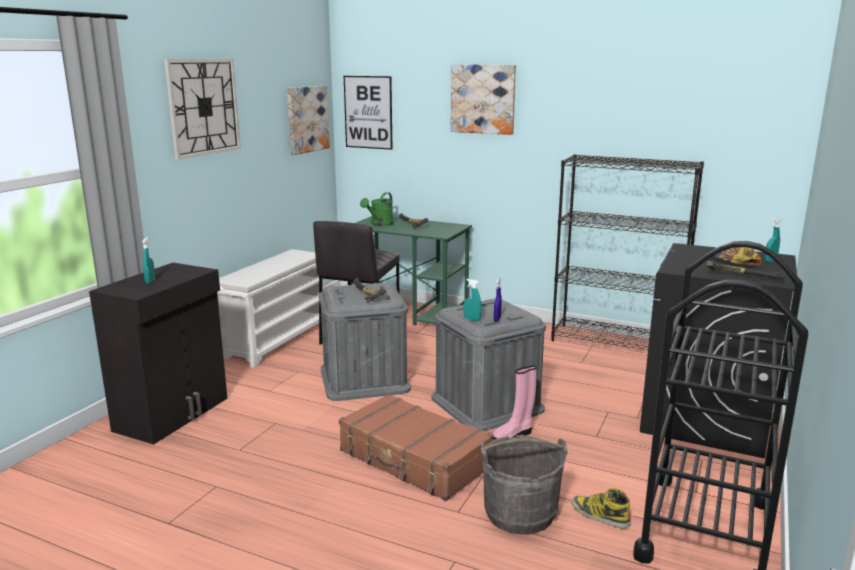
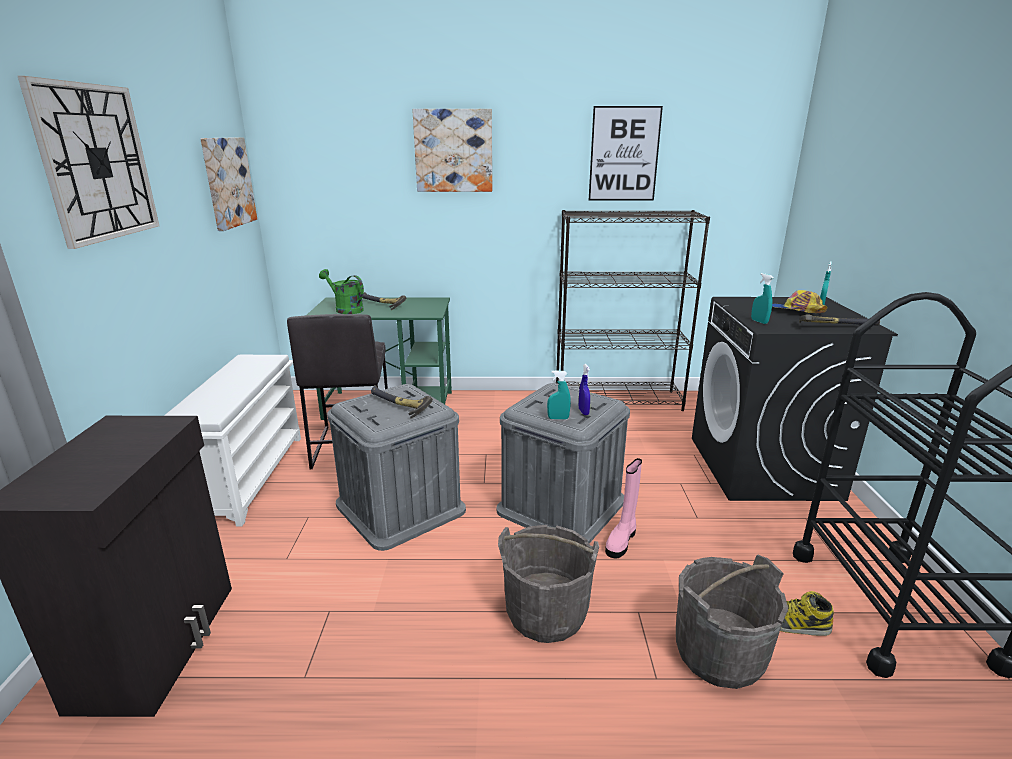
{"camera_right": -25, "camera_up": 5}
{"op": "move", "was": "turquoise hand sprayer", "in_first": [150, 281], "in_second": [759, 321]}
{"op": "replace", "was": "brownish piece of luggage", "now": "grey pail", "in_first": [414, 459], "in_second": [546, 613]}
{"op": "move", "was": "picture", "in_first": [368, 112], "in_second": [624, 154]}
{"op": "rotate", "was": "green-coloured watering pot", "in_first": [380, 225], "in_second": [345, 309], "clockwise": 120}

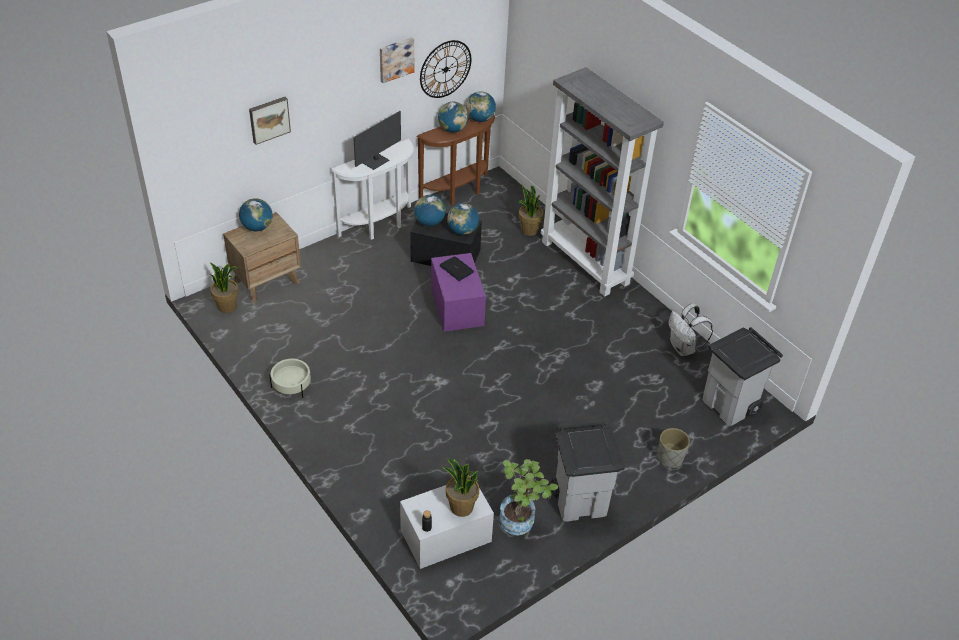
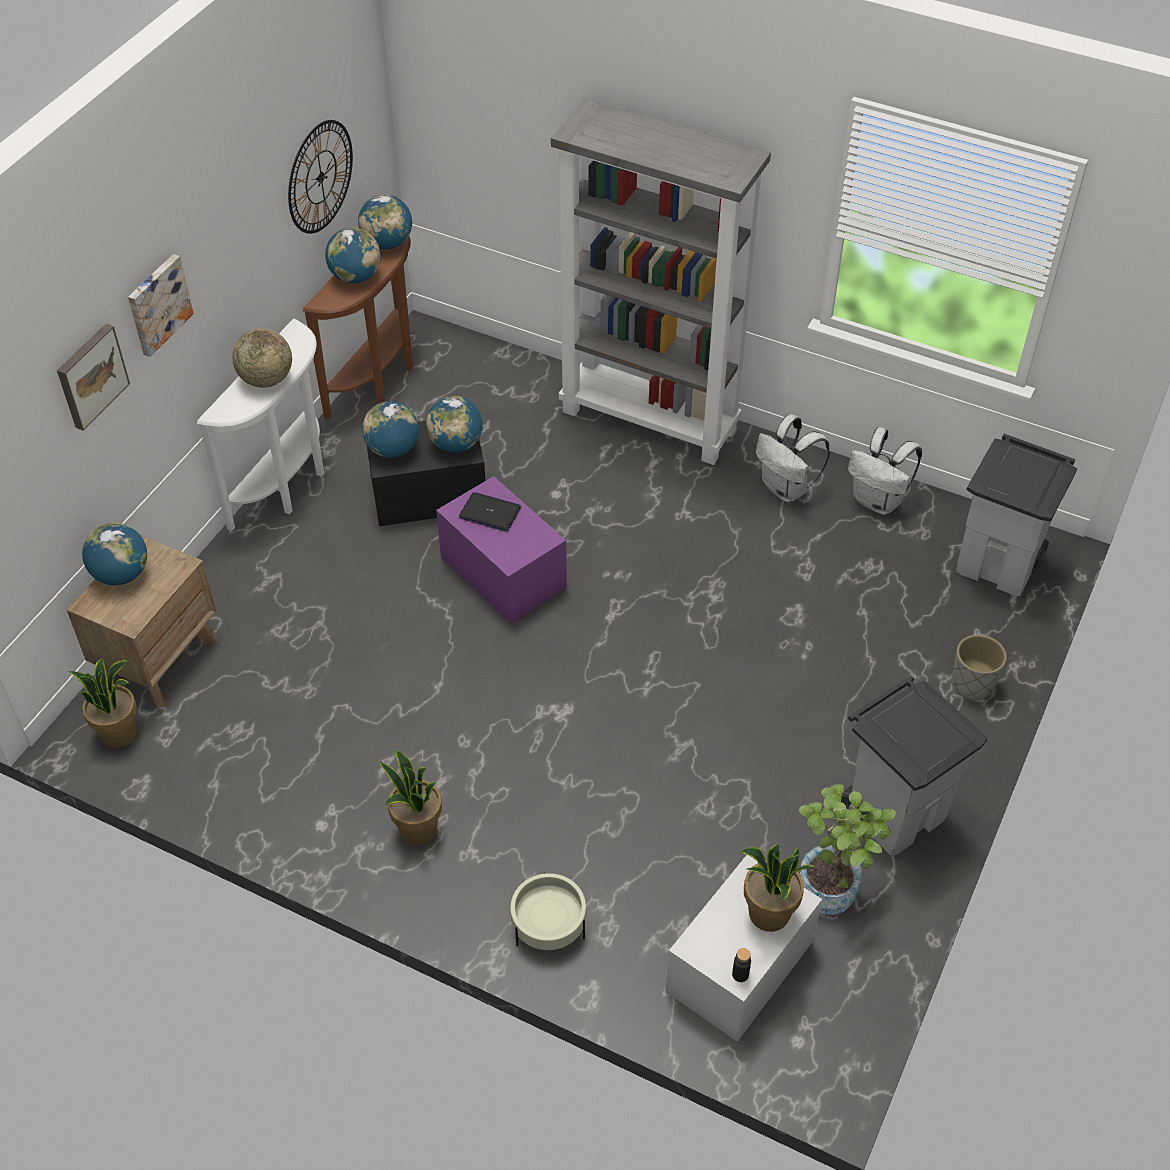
{"camera_right": -25, "camera_up": 5}
{"op": "move", "was": "sand-coloured planter", "in_first": [291, 385], "in_second": [548, 925]}
{"op": "replace", "was": "computer display", "now": "desk globe", "in_first": [376, 161], "in_second": [266, 379]}
{"op": "move", "was": "picture", "in_first": [396, 59], "in_second": [157, 304]}
{"op": "move", "was": "plant in a pot", "in_first": [529, 230], "in_second": [417, 829]}
{"op": "insert", "now": "whitish backpack", "in_second": [786, 489]}

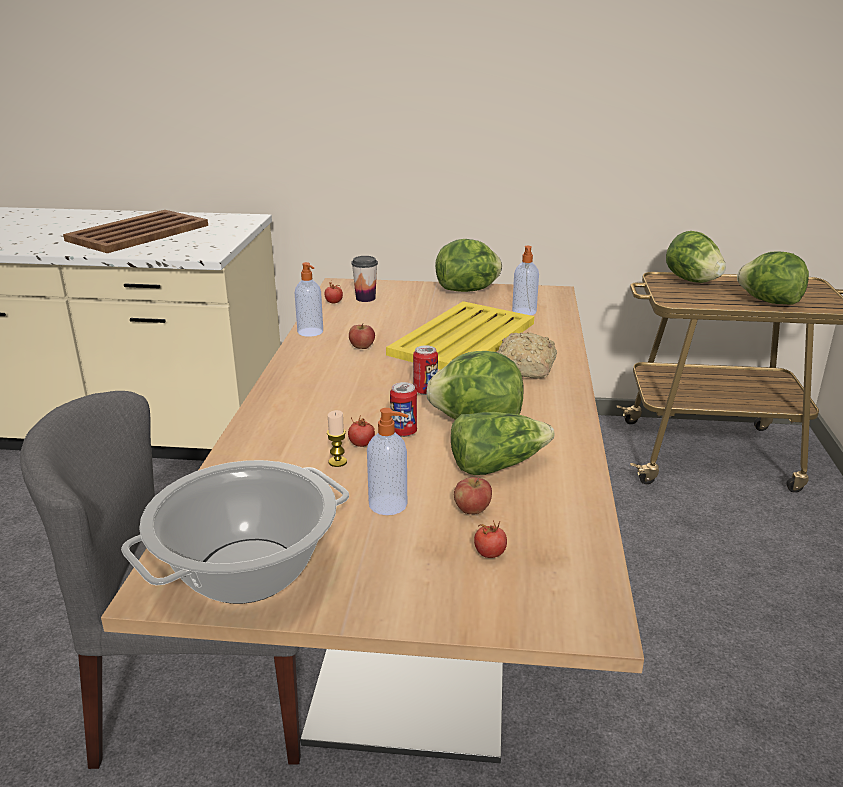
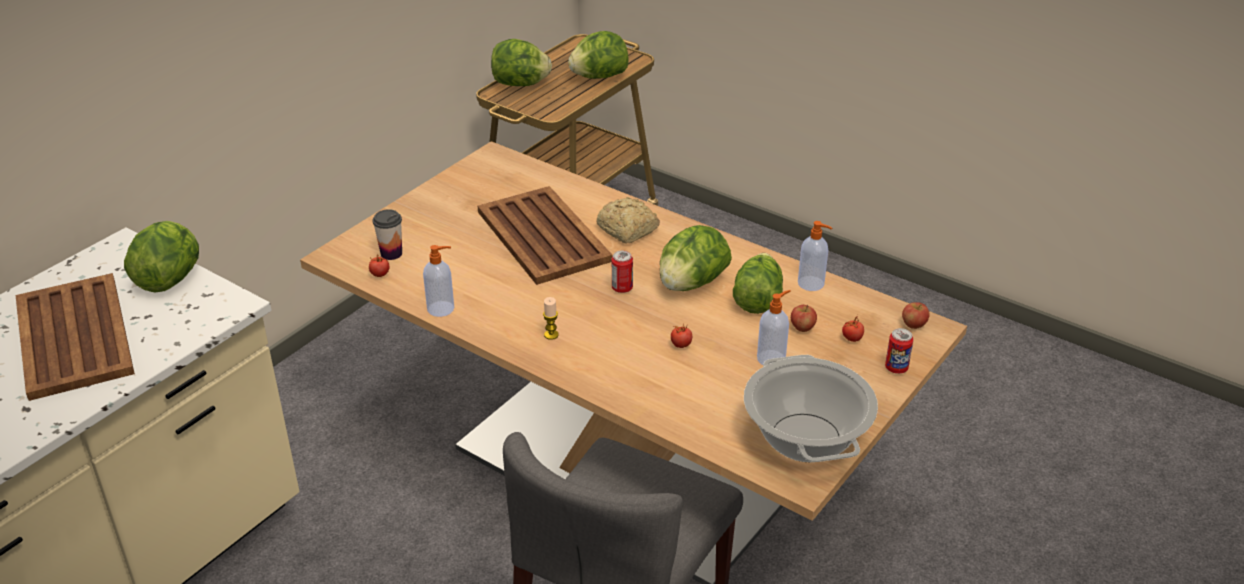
{"camera_right": -60, "camera_up": 10}
{"op": "move", "was": "wax candle", "in_first": [337, 462], "in_second": [551, 335]}
{"op": "move", "was": "whole apple", "in_first": [362, 347], "in_second": [913, 325]}
{"op": "recolor", "was": "yellowish tray", "now": "brownish tray", "in_first": [464, 338], "in_second": [543, 235]}
{"op": "move", "was": "sealed can", "in_first": [403, 432], "in_second": [896, 368]}
{"op": "move", "was": "lettuce head", "in_first": [468, 290], "in_second": [170, 279]}
{"op": "move", "was": "soap bottle", "in_first": [524, 312], "in_second": [811, 284]}

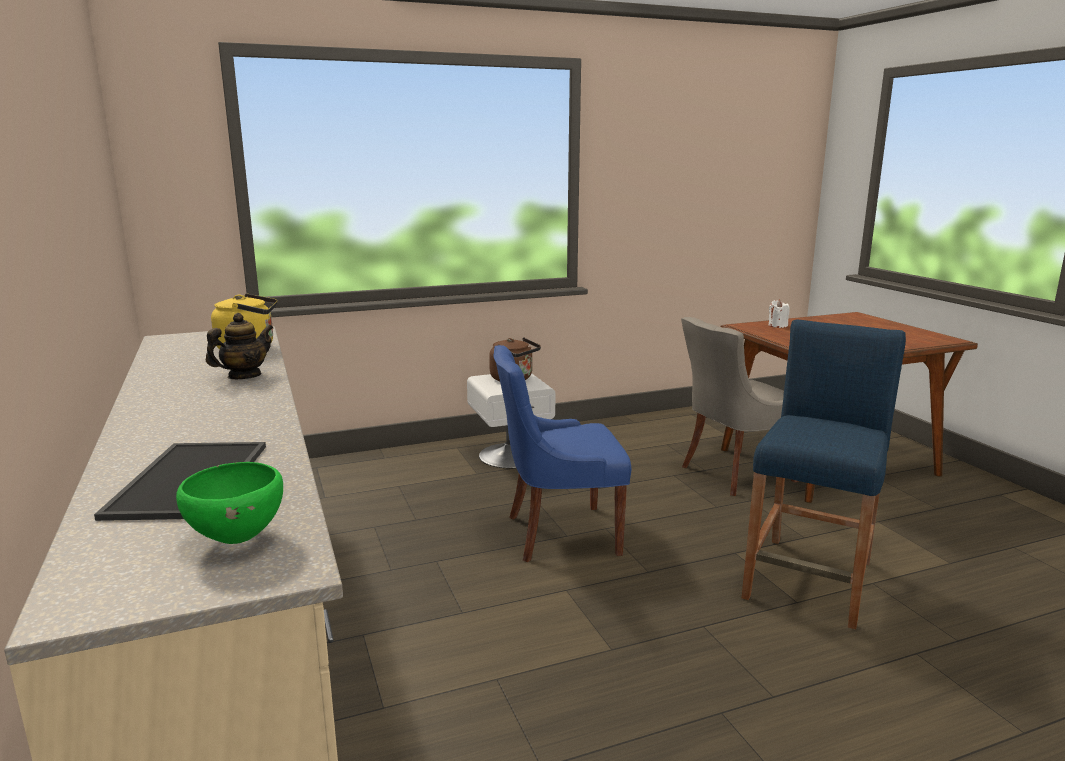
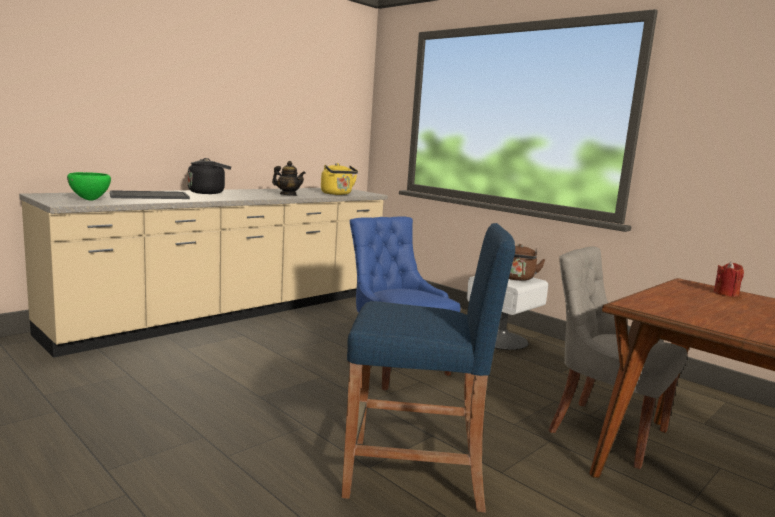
{"camera_right": 65, "camera_up": -5}
{"op": "recolor", "was": "whitish wax candle", "now": "red-coloured wax candle", "in_first": [777, 325], "in_second": [725, 294]}
{"op": "insert", "now": "black-coloured tea kettle", "in_second": [208, 192]}

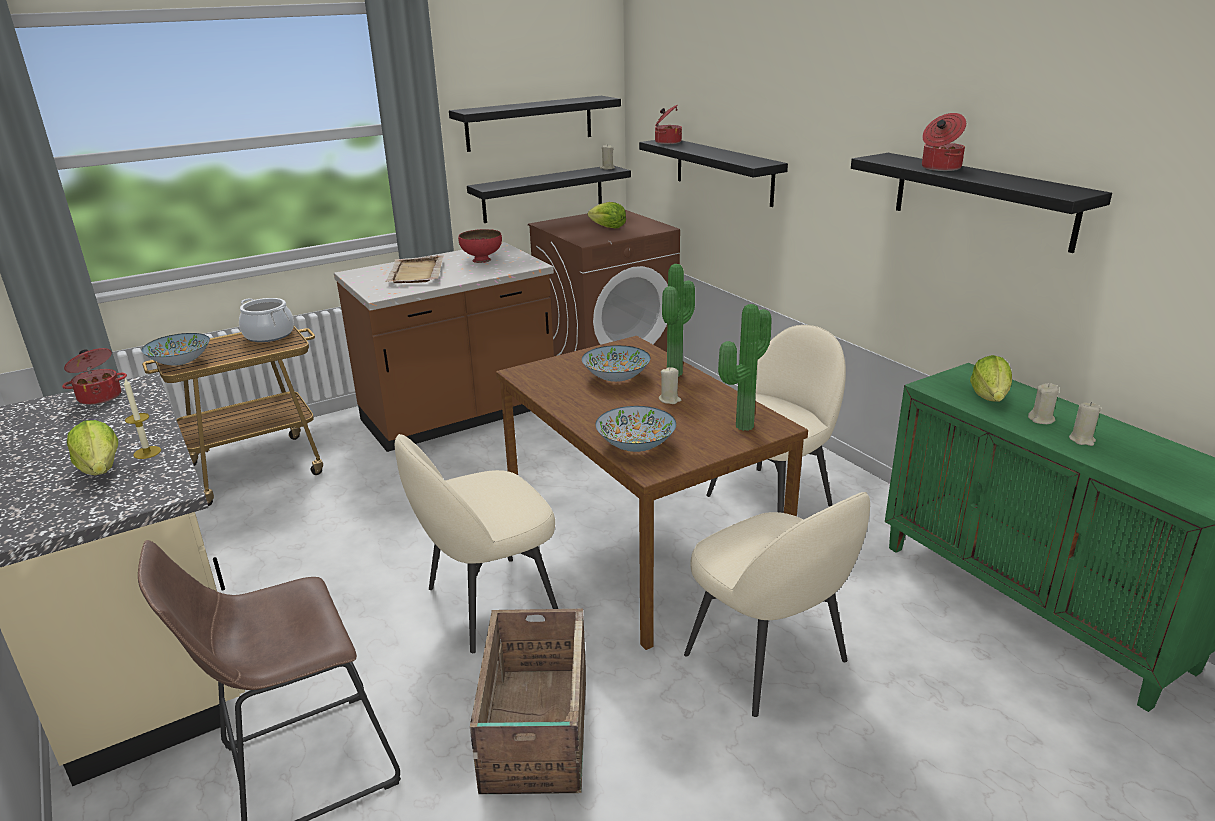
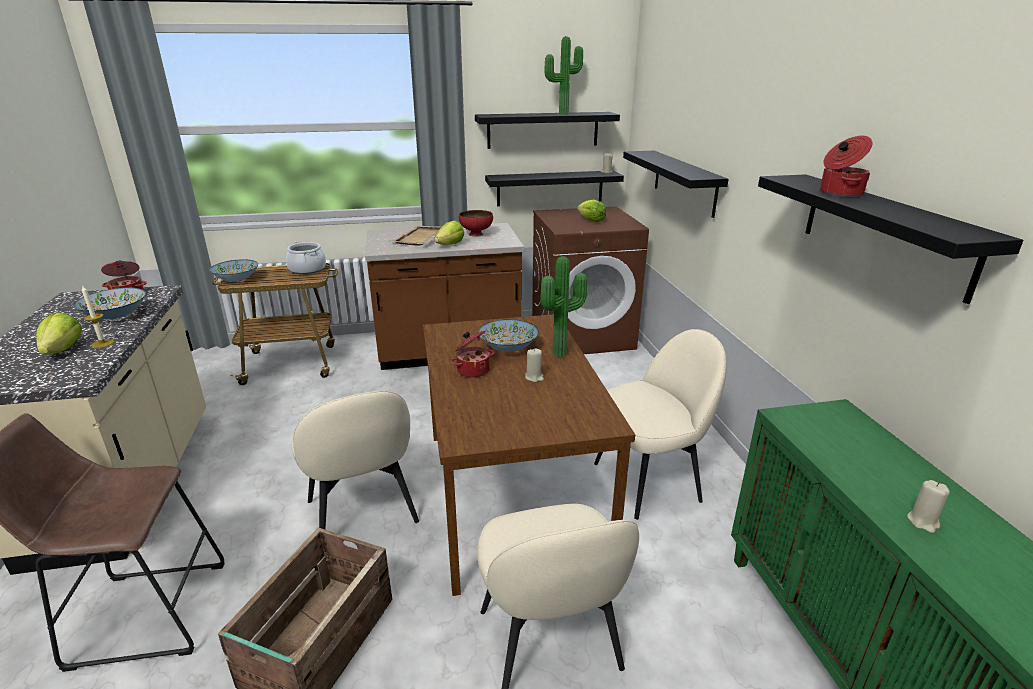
{"camera_right": 20, "camera_up": 0}
{"op": "rotate", "was": "sand-coloured chair", "in_first": [488, 604], "in_second": [363, 514], "clockwise": -105}
{"op": "move", "was": "deep dish", "in_first": [636, 445], "in_second": [116, 316]}
{"op": "move", "was": "saucepot", "in_first": [667, 142], "in_second": [472, 370]}
{"op": "move", "was": "plant in a pot", "in_first": [741, 425], "in_second": [562, 114]}
{"op": "move", "was": "lettuce head", "in_first": [990, 397], "in_second": [450, 245]}
{"op": "delete", "was": "sand-coloured wax candle", "in_first": [1041, 419]}

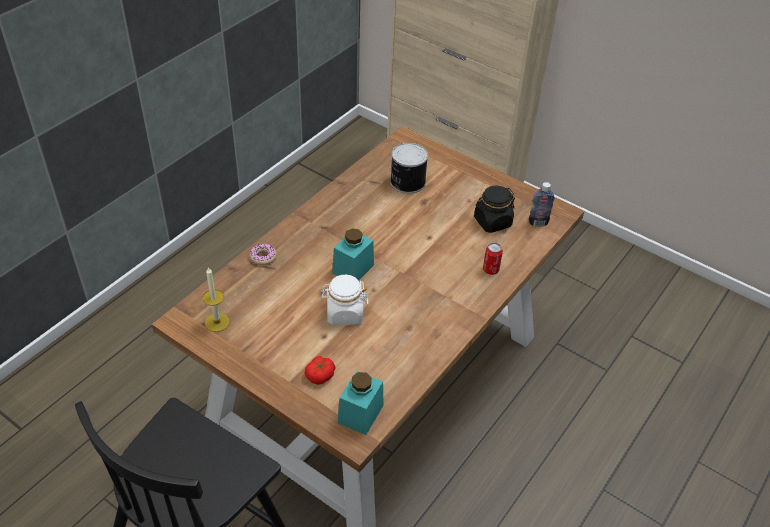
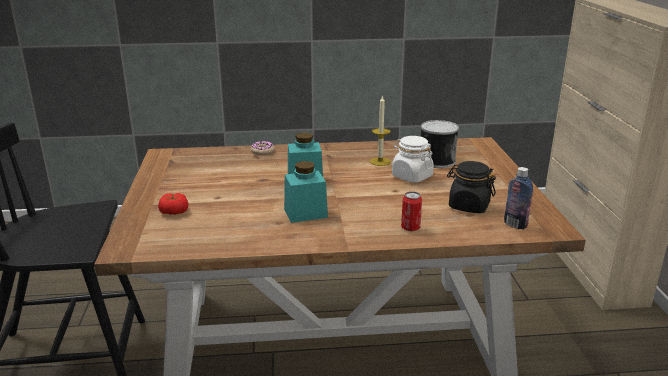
{"camera_right": 50, "camera_up": -20}
{"op": "move", "was": "wax candle", "in_first": [217, 322], "in_second": [380, 161]}
{"op": "move", "was": "whitish storage jar", "in_first": [344, 313], "in_second": [411, 176]}
{"op": "move", "was": "turquoise storage jar", "in_first": [360, 414], "in_second": [305, 213]}

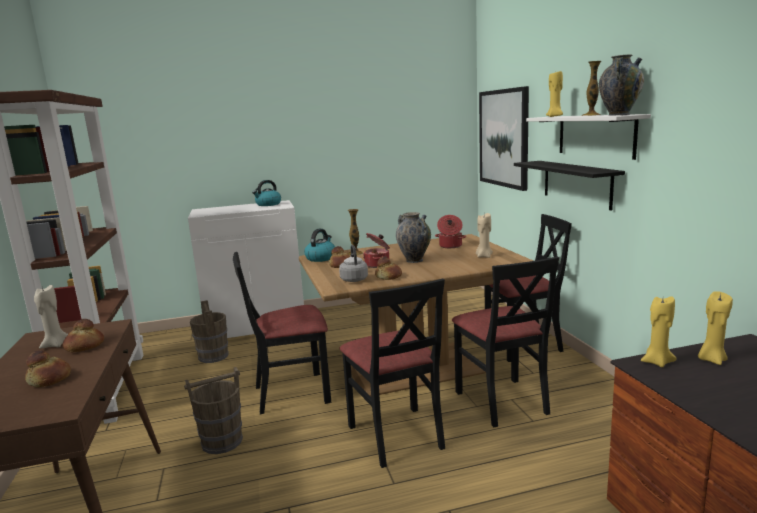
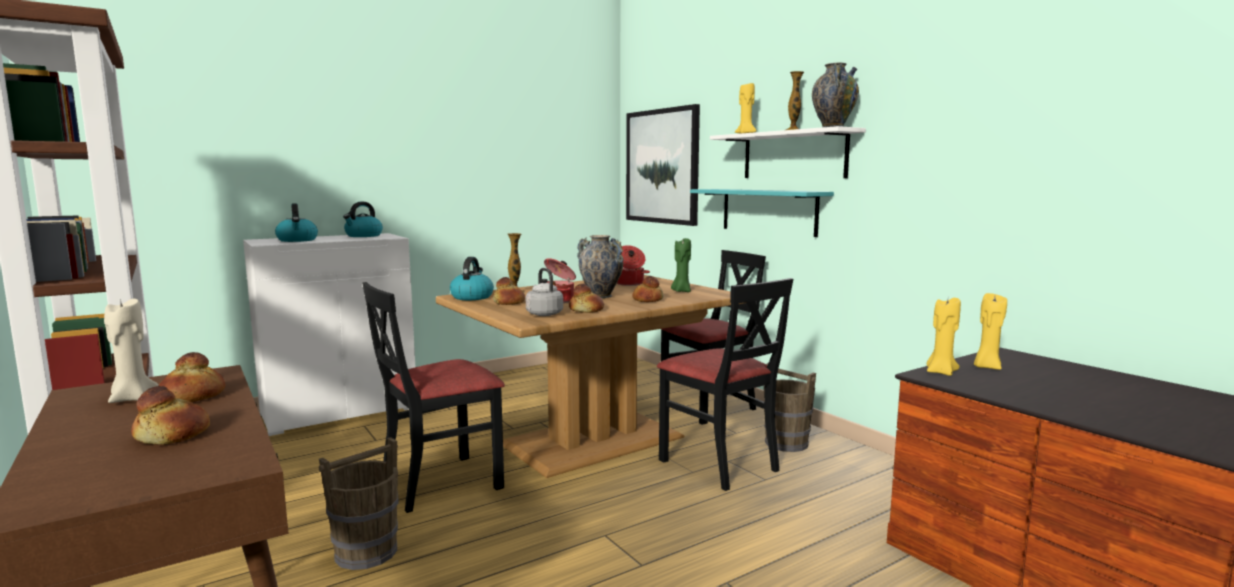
{"camera_right": -20, "camera_up": -5}
{"op": "move", "was": "brownish pail", "in_first": [213, 356], "in_second": [786, 443]}
{"op": "delete", "was": "black-coloured chair", "in_first": [396, 435]}
{"op": "recolor", "was": "sand-coloured wax candle", "now": "green-coloured wax candle", "in_first": [483, 256], "in_second": [681, 291]}
{"op": "recolor", "was": "black-coloured wall shelf", "now": "turquoise wall shelf", "in_first": [576, 183], "in_second": [768, 211]}
{"op": "insert", "now": "tea kettle", "in_second": [297, 240]}
{"op": "insert", "now": "baked bread", "in_second": [647, 300]}

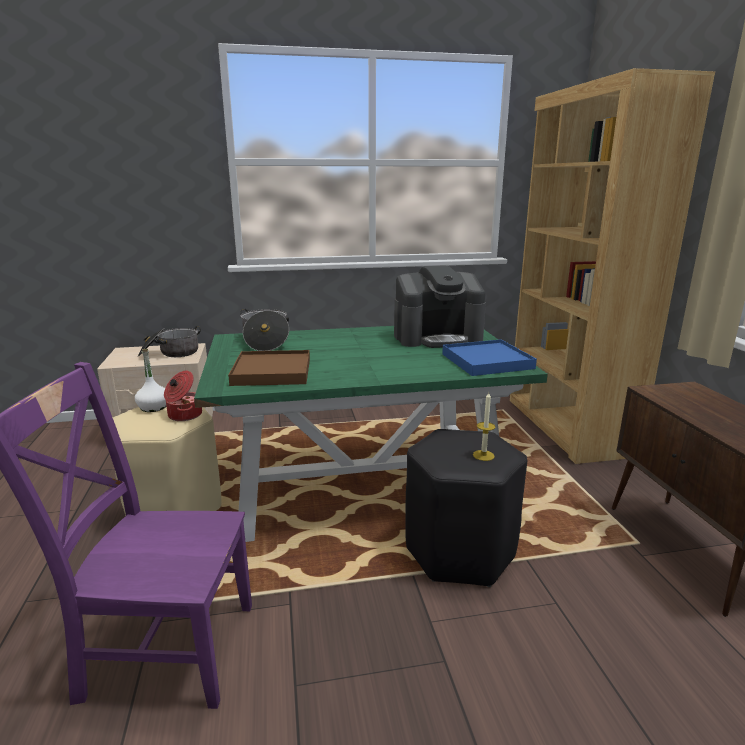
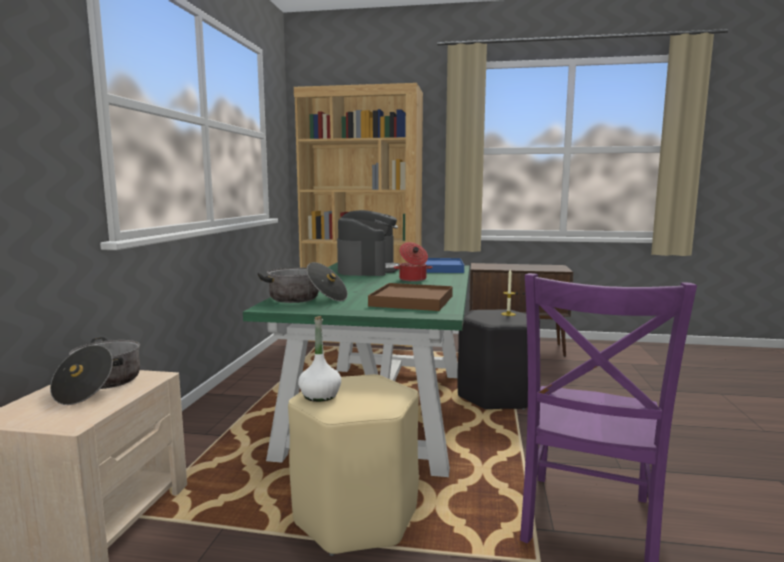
{"camera_right": -70, "camera_up": -10}
{"op": "move", "was": "saucepot", "in_first": [184, 415], "in_second": [412, 279]}

